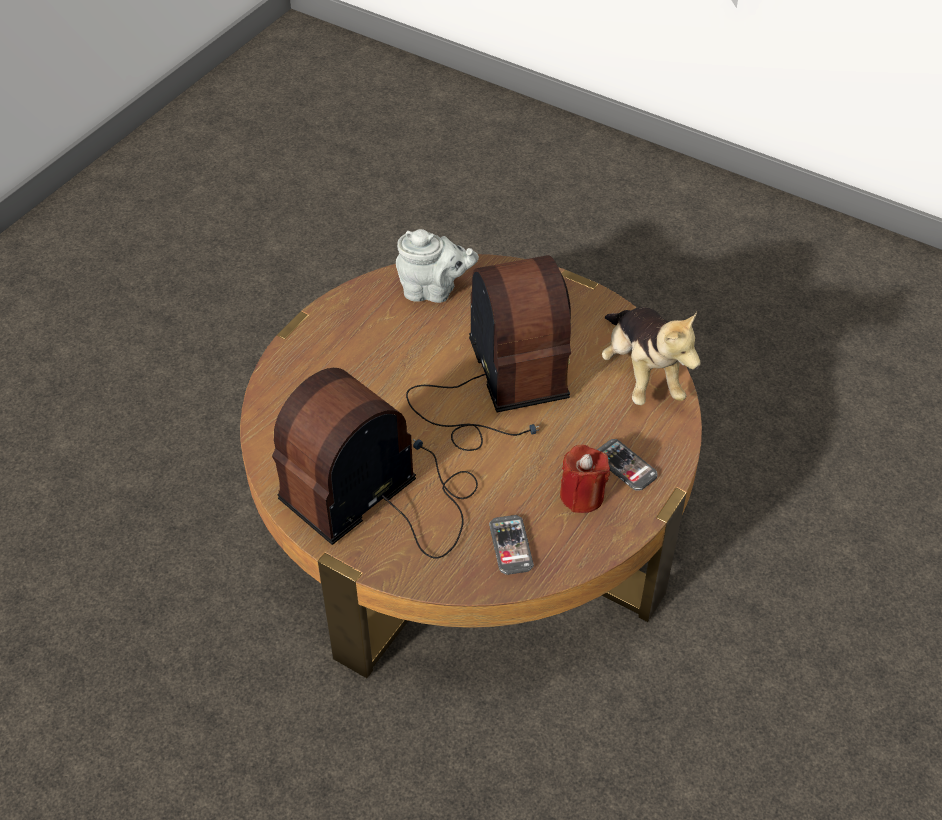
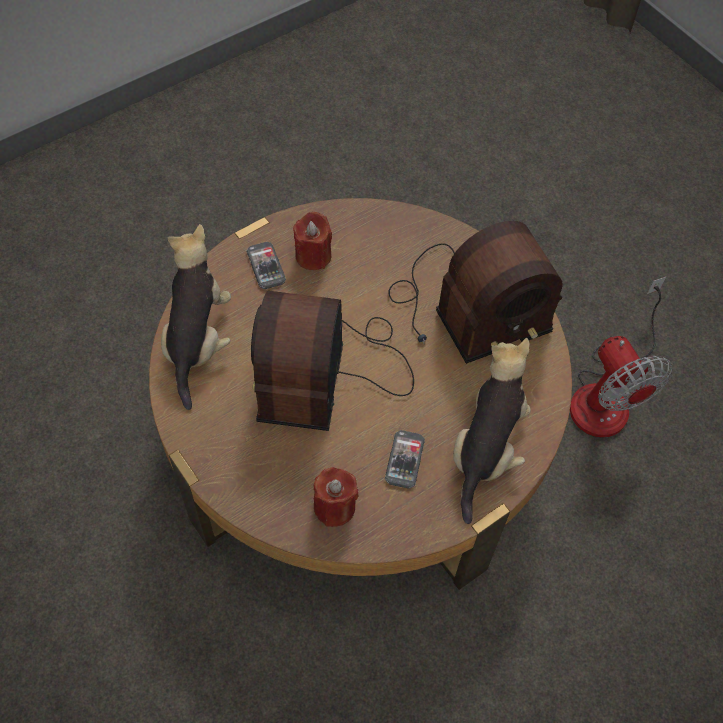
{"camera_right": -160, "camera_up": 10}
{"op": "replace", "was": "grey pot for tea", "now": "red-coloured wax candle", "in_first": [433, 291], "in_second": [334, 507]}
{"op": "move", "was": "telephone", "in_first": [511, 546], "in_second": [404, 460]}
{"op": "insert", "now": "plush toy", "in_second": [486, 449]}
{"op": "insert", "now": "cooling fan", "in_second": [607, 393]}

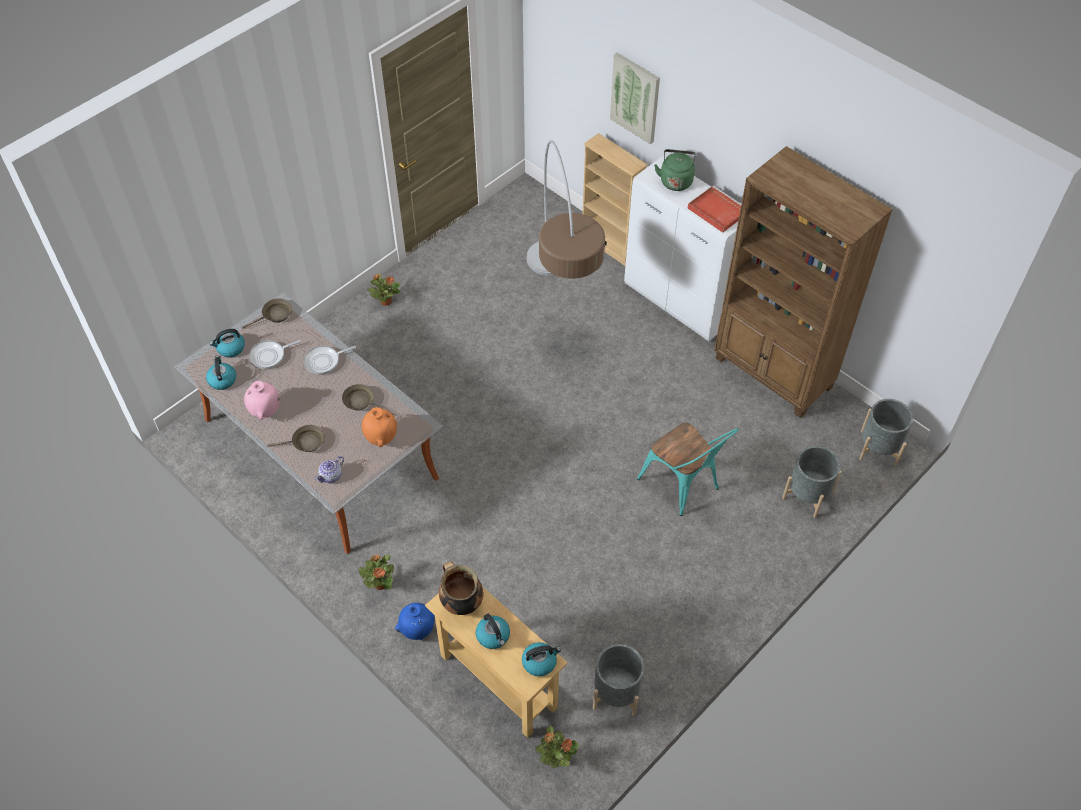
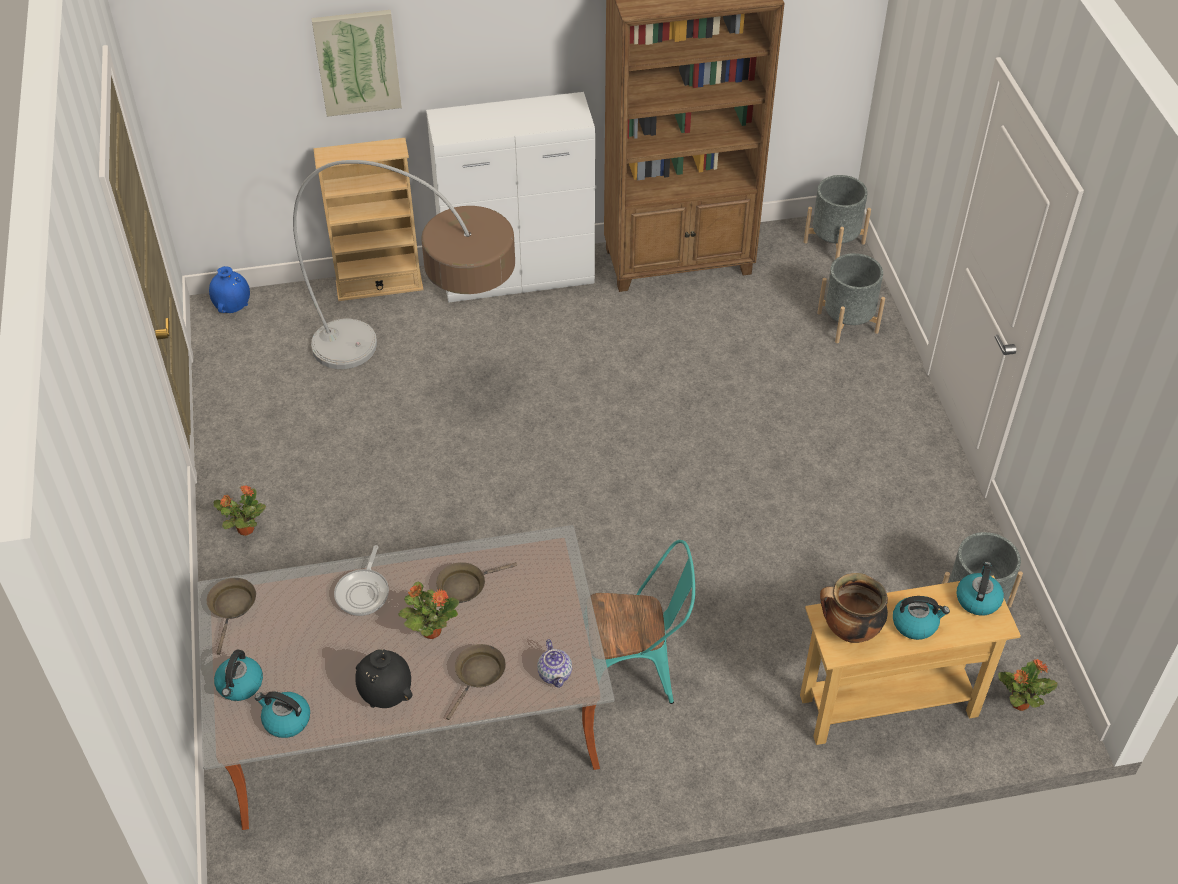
{"camera_right": -55, "camera_up": -5}
{"op": "recolor", "was": "pinkish vase", "now": "black-coloured vase", "in_first": [265, 411], "in_second": [387, 695]}
{"op": "delete", "was": "skillet", "in_first": [270, 356]}
{"op": "move", "was": "plant in a pot", "in_first": [380, 584], "in_second": [431, 630]}
{"op": "delete", "was": "orange vase", "in_first": [381, 437]}
{"op": "move", "was": "bluish vase", "in_first": [418, 629], "in_second": [233, 307]}
{"op": "move", "was": "turquoise chair", "in_first": [683, 486], "in_second": [634, 672]}
{"op": "delete", "was": "green-coloured tea kettle", "in_first": [676, 180]}
{"op": "delete", "was": "red-coloured tray", "in_first": [716, 210]}

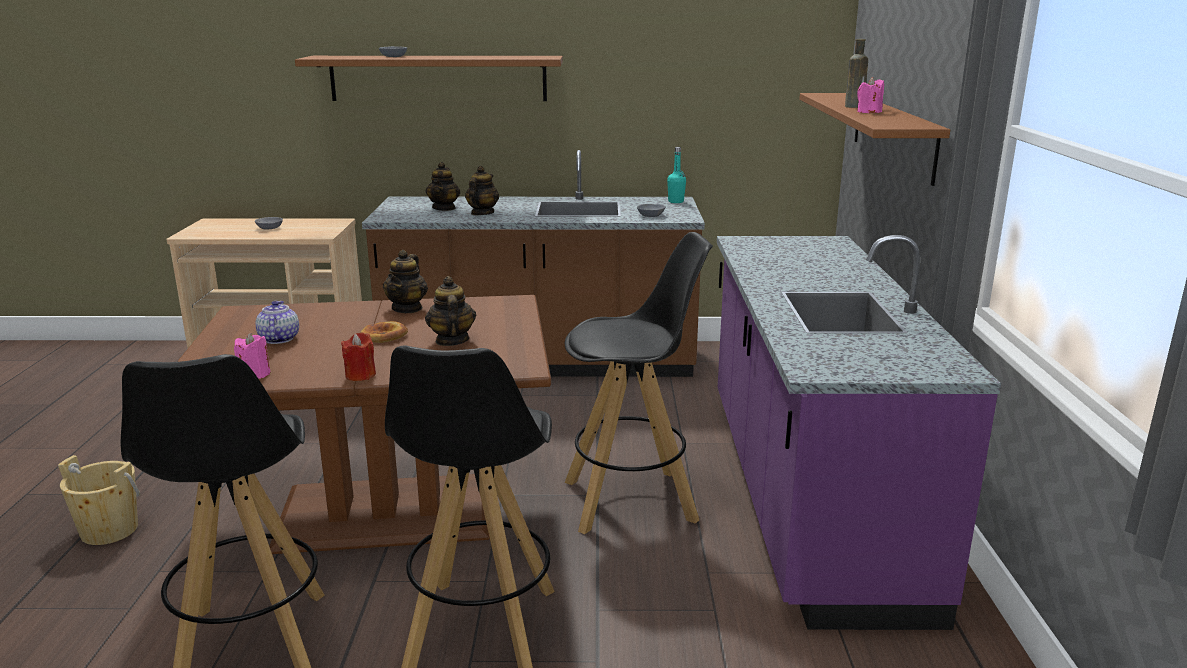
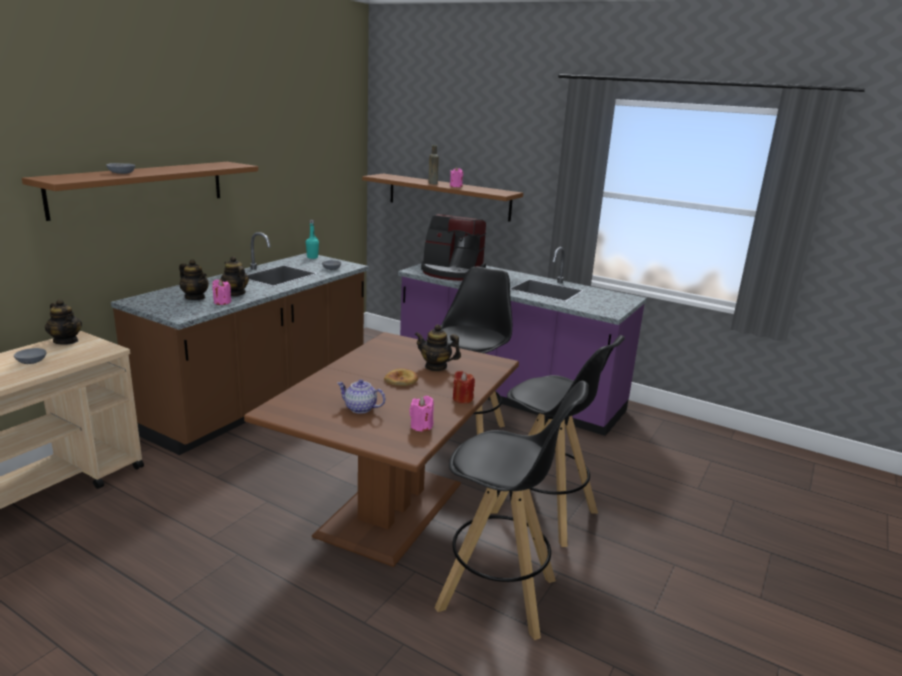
{"camera_right": -60, "camera_up": 0}
{"op": "delete", "was": "sand-coloured pail", "in_first": [109, 530]}
{"op": "move", "was": "pot for tea", "in_first": [407, 308], "in_second": [66, 341]}
{"op": "insert", "now": "pinkish wax candle", "in_second": [222, 302]}
{"op": "insert", "now": "coffee maker", "in_second": [451, 272]}

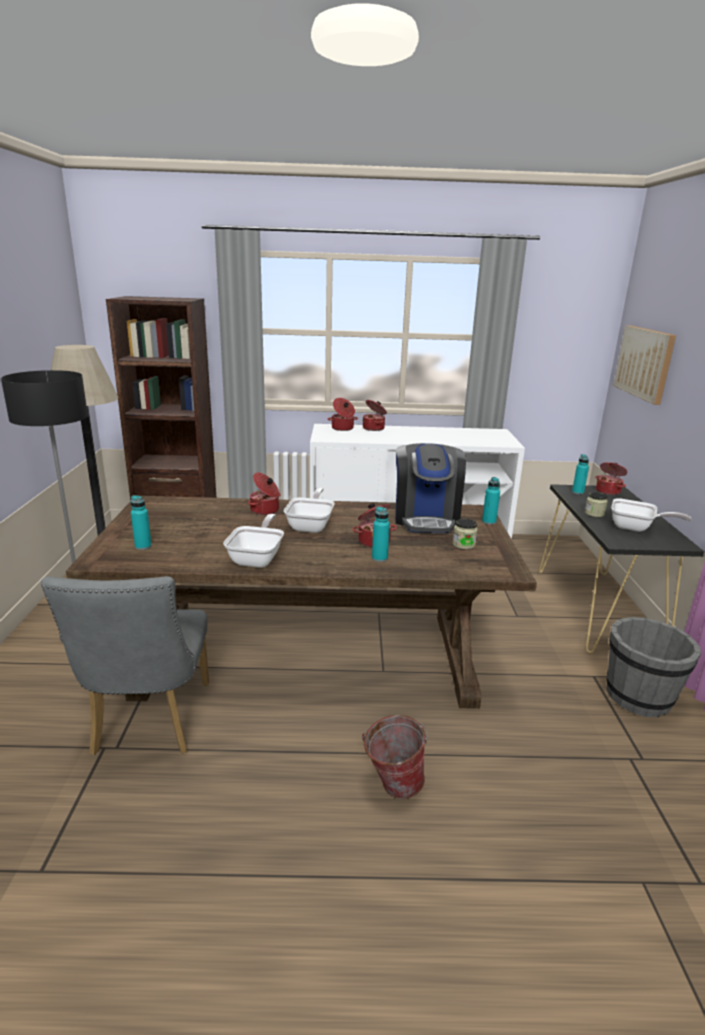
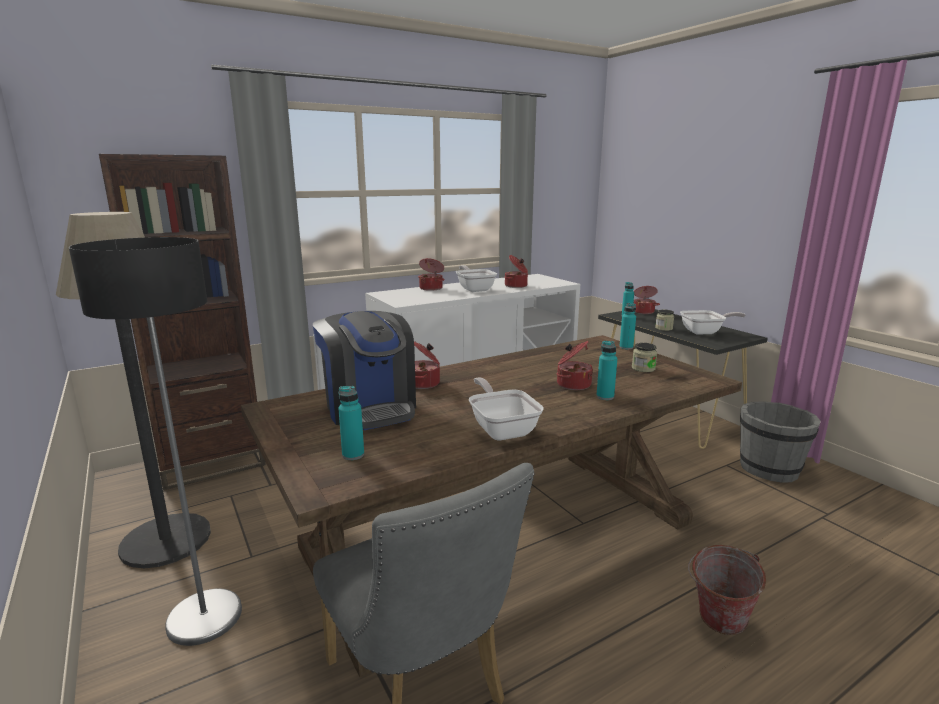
{"camera_right": -30, "camera_up": -5}
{"op": "move", "was": "skillet", "in_first": [311, 525], "in_second": [474, 289]}
{"op": "move", "was": "saucepot", "in_first": [342, 428], "in_second": [516, 286]}
{"op": "move", "was": "coffee maker", "in_first": [426, 518], "in_second": [370, 408]}
{"op": "delete", "was": "picture", "in_first": [644, 363]}

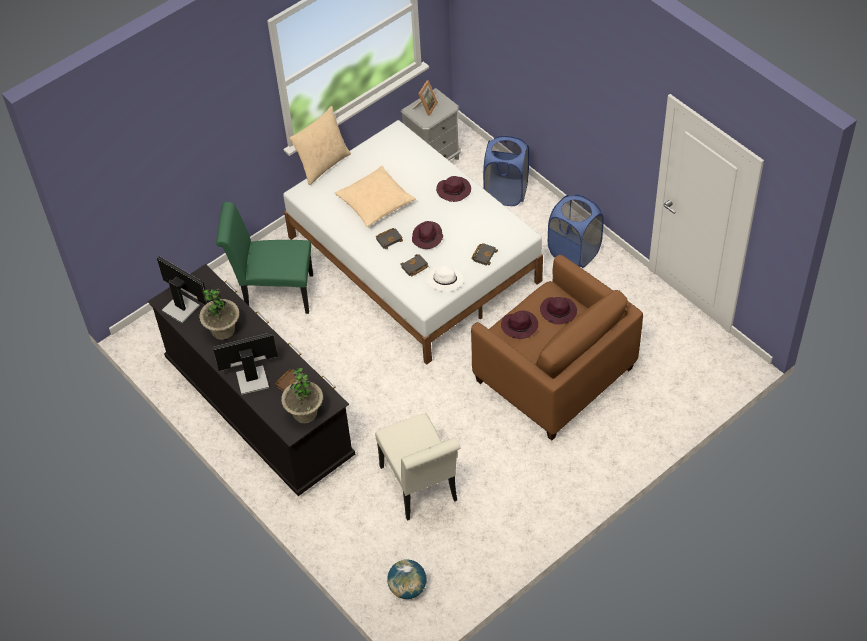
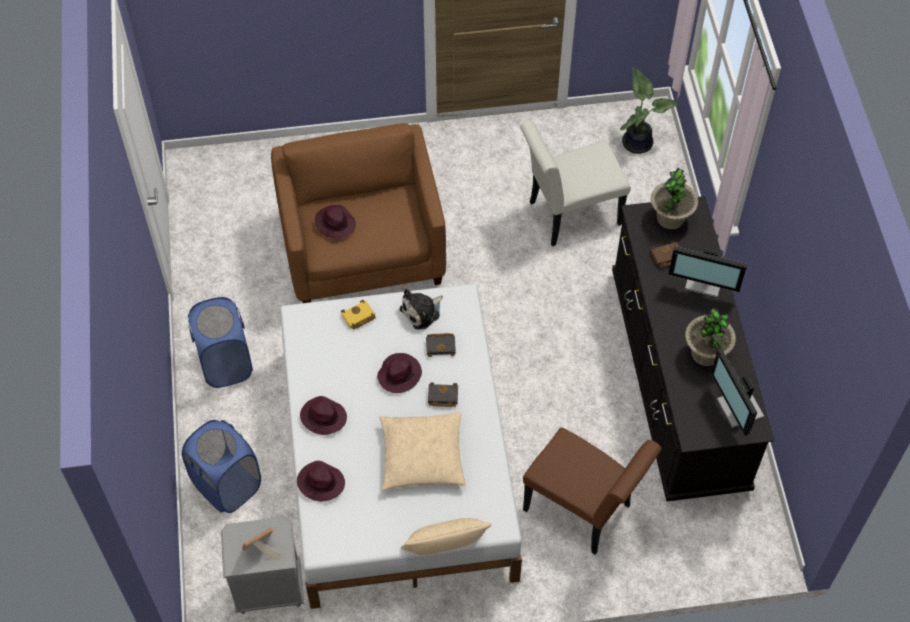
{"camera_right": -150, "camera_up": 5}
{"op": "recolor", "was": "green-coloured chair", "now": "brownish chair", "in_first": [273, 293], "in_second": [583, 511]}
{"op": "rotate", "was": "whitish chair", "in_first": [421, 488], "in_second": [568, 215], "clockwise": -120}
{"op": "replace", "was": "desk globe", "now": "plant in a pot", "in_first": [407, 588], "in_second": [638, 142]}
{"op": "replace", "was": "whitish clothing hat", "now": "plush toy", "in_first": [444, 281], "in_second": [422, 312]}
{"op": "recolor", "was": "black-coloured bound book", "now": "yellowish bound book", "in_first": [484, 255], "in_second": [358, 317]}
{"op": "move", "was": "purple-coloured clothing hat", "in_first": [520, 326], "in_second": [320, 483]}

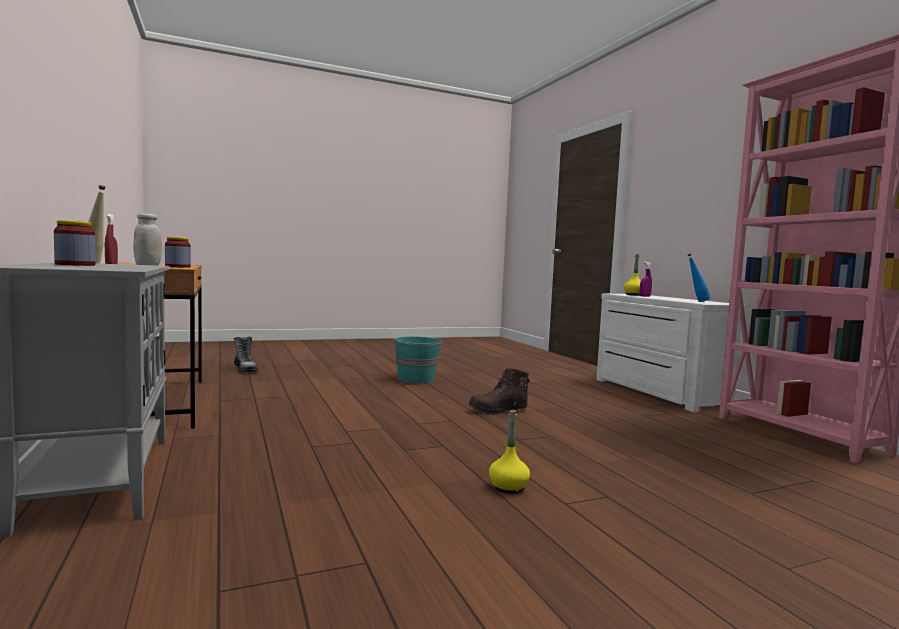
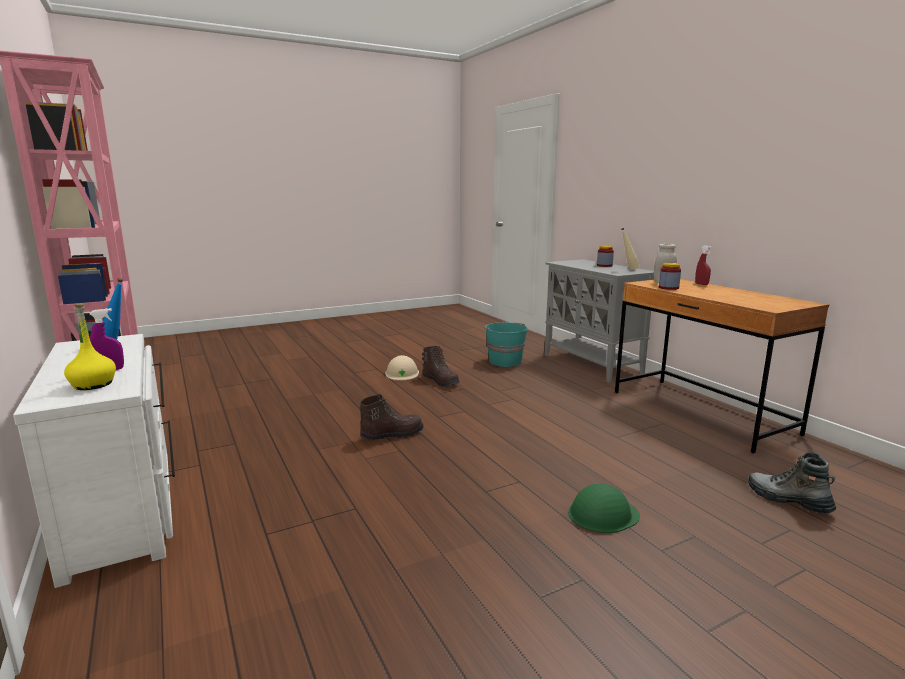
{"camera_right": 175, "camera_up": 10}
{"op": "move", "was": "turquoise pail", "in_first": [416, 379], "in_second": [504, 361]}
{"op": "replace", "was": "yellowish beverage bottle", "now": "sand-coloured work helmet", "in_first": [508, 487], "in_second": [402, 373]}
{"op": "insert", "now": "brownish tall boot", "in_second": [441, 381]}
{"op": "insert", "now": "green-coloured work helmet", "in_second": [603, 514]}

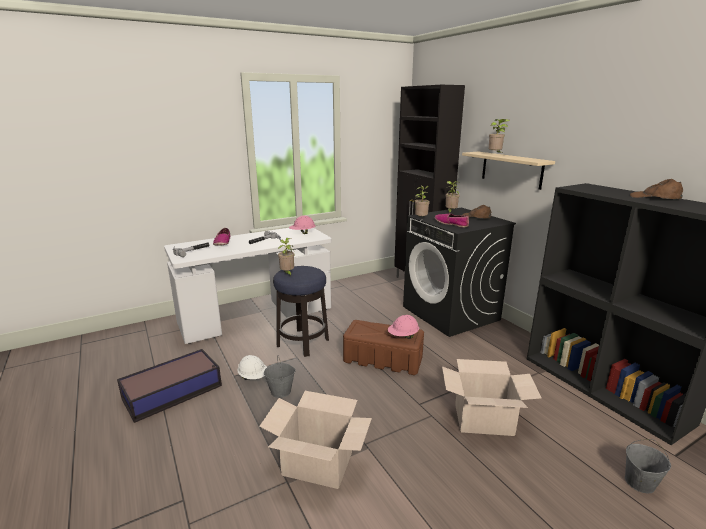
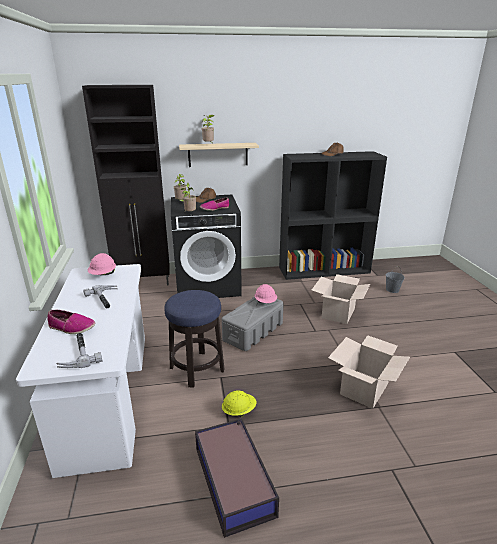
{"camera_right": -70, "camera_up": 5}
{"op": "recolor", "was": "whitish work helmet", "now": "yellowish work helmet", "in_first": [253, 377], "in_second": [239, 411]}
{"op": "delete", "was": "grey pail", "in_first": [281, 391]}
{"op": "delete", "was": "plant in a pot", "in_first": [287, 274]}
{"op": "recolor", "was": "brownish storage box", "now": "grey storage box", "in_first": [382, 359], "in_second": [253, 332]}

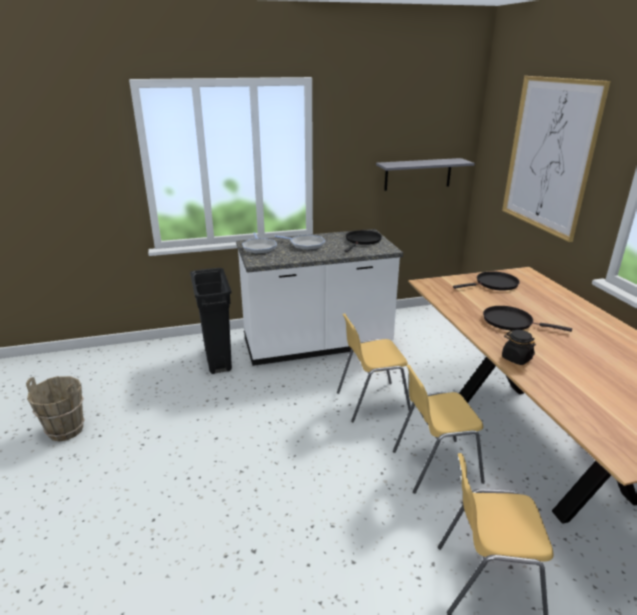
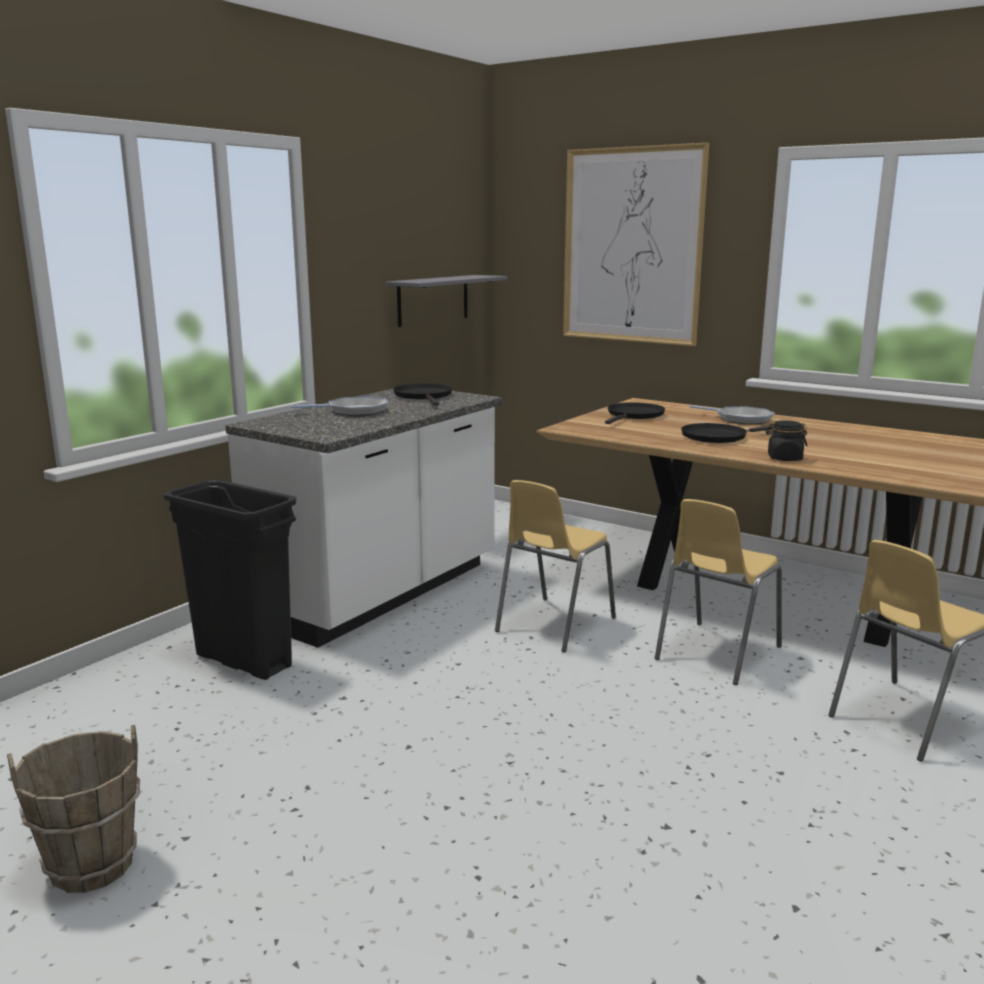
{"camera_right": -40, "camera_up": -10}
{"op": "move", "was": "skillet", "in_first": [259, 248], "in_second": [740, 419]}

